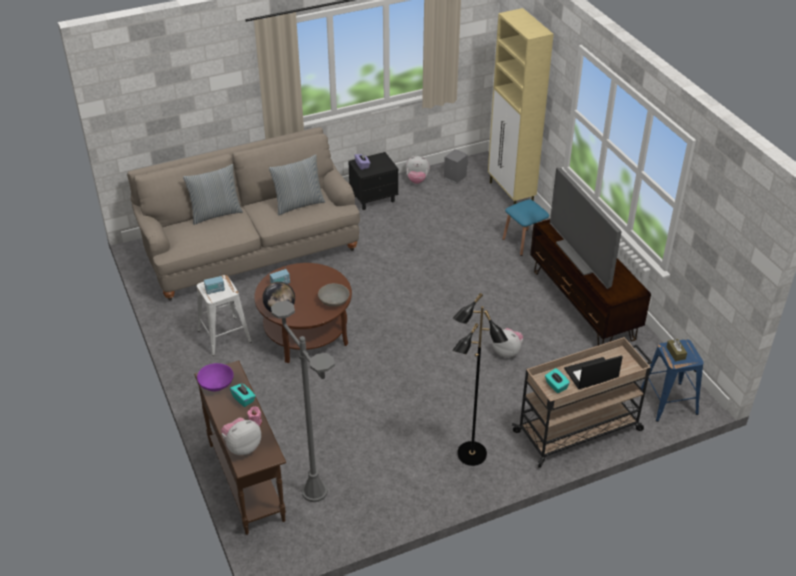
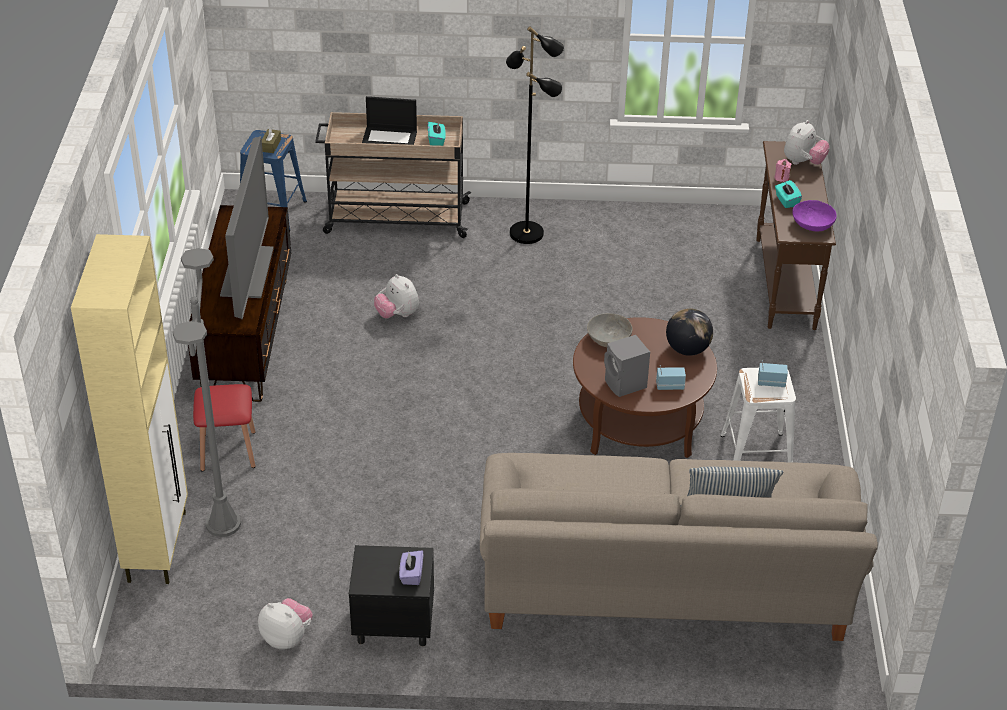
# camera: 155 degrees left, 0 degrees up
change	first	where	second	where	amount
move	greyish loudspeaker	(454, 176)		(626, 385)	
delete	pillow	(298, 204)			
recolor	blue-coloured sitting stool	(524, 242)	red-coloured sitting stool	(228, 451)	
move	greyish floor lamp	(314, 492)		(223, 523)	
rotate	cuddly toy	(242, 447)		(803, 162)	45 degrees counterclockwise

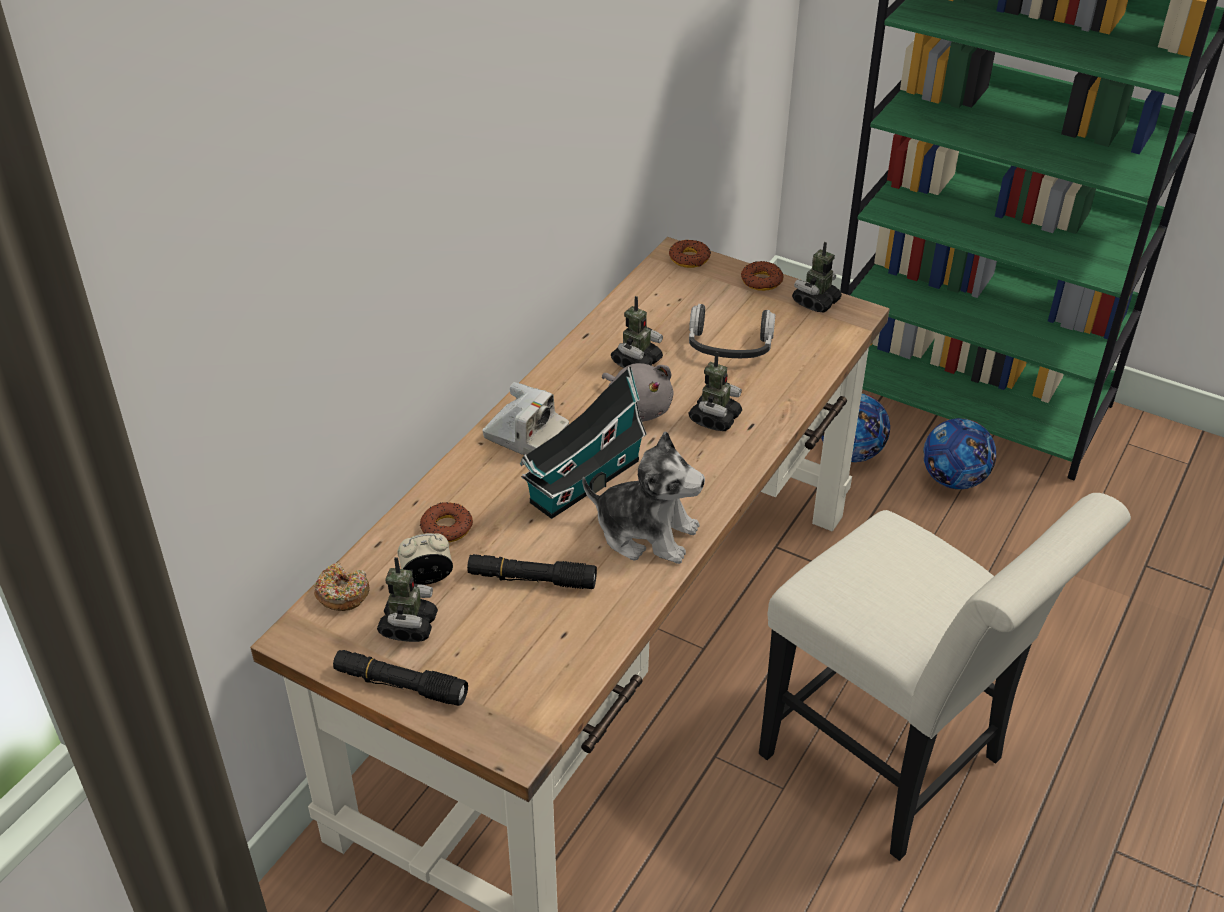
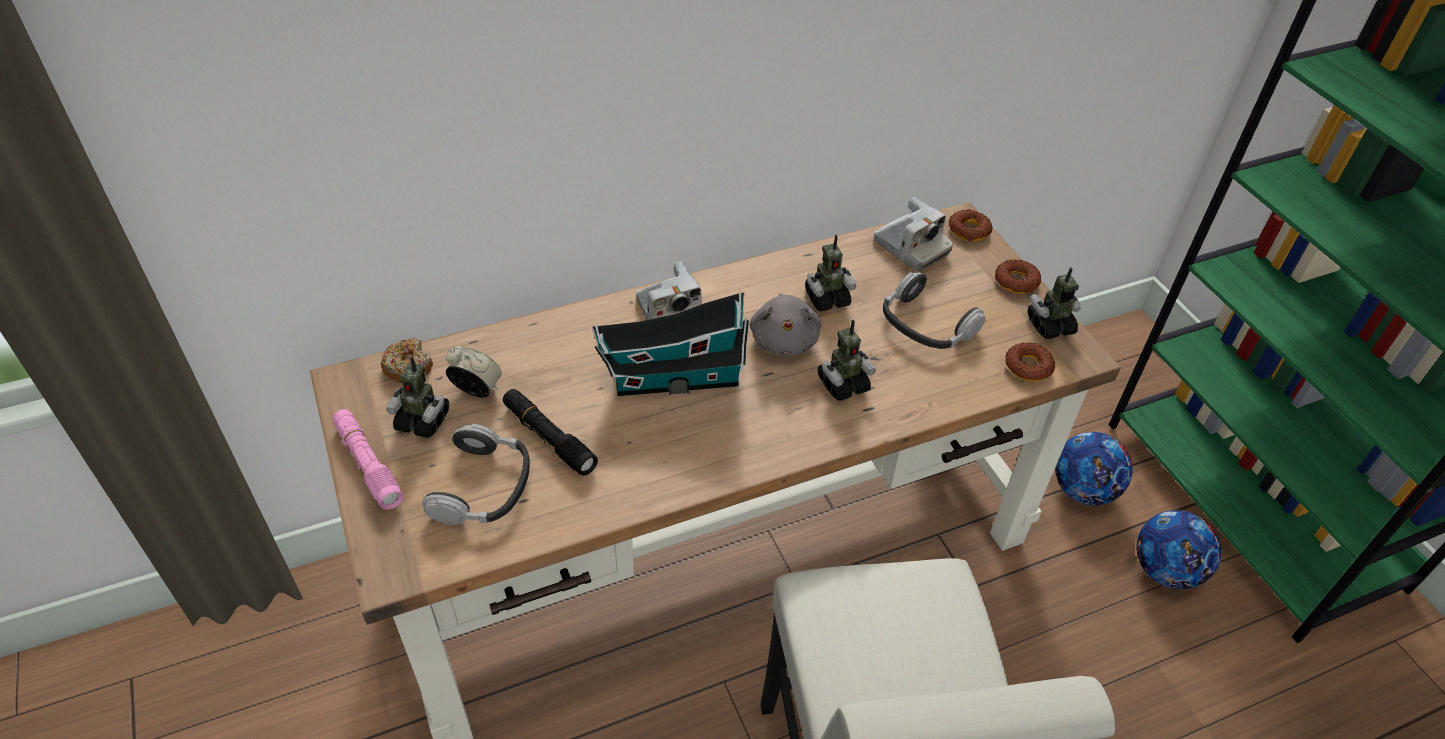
# camera: 35 degrees right, 5 degrees up
change	first	where	second	where	amount
delete	cuddly toy	(646, 533)			
move	donut	(447, 527)		(1028, 366)	
rotate	robot figure	(408, 626)		(423, 421)	60 degrees clockwise
recolor	blackish hand torch	(400, 685)	pink-coloured hand torch	(368, 464)	
insert			still camera	(910, 248)	
insert			pair of headphones	(483, 487)	

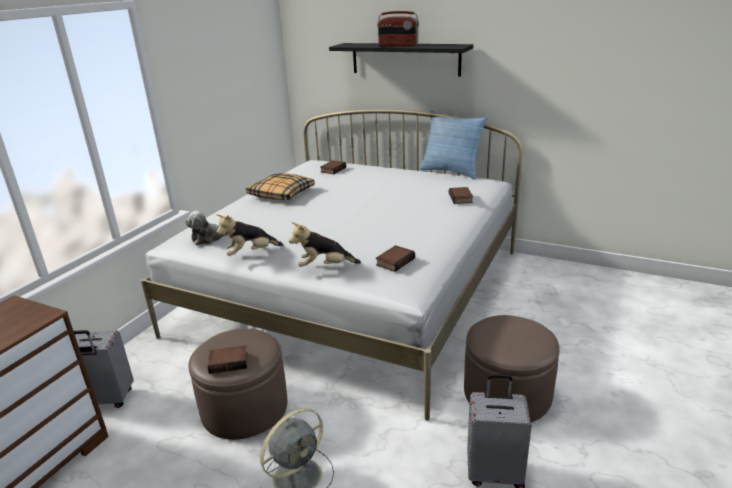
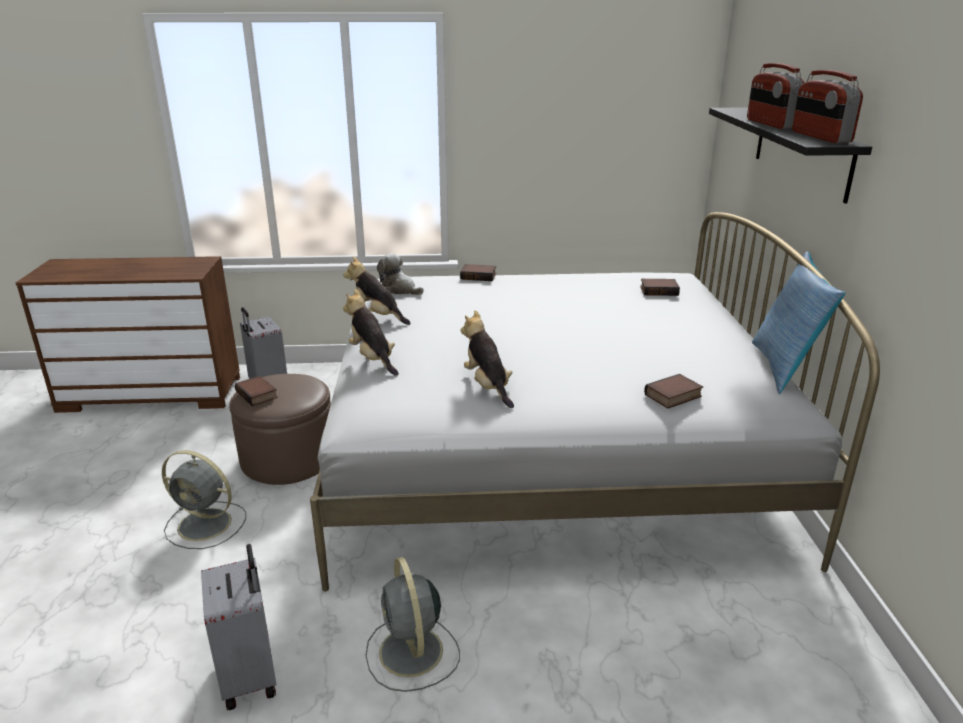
# camera: 60 degrees right, 0 degrees up
change	first	where	second	where	amount
delete	pillow	(281, 194)			
move	book	(394, 261)		(479, 276)	
replace	brown-coloured pouffe	(507, 394)	greyish fan	(412, 653)	
insert			radio set	(820, 137)	
insert			cuddly toy	(488, 386)	

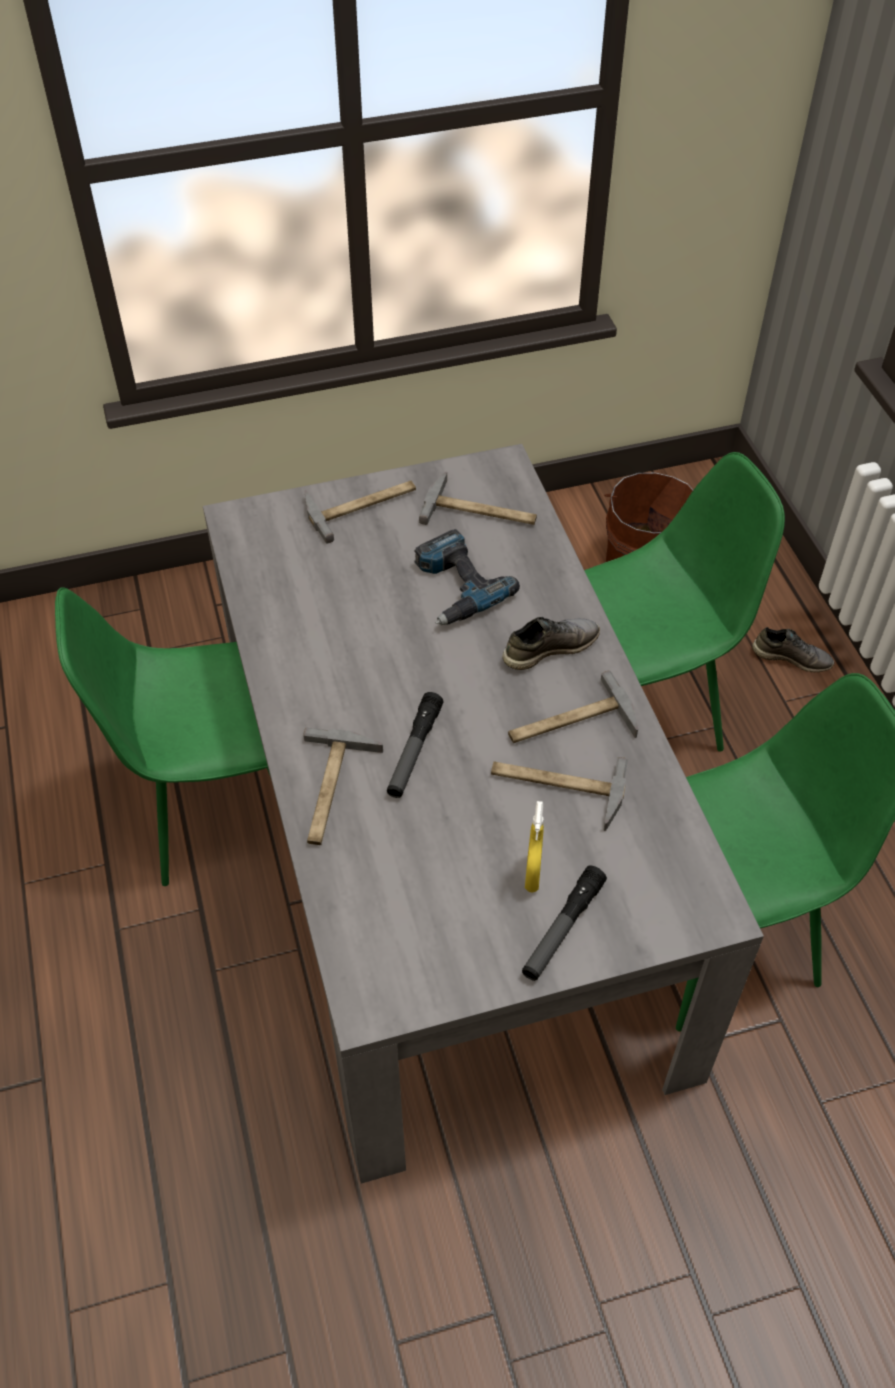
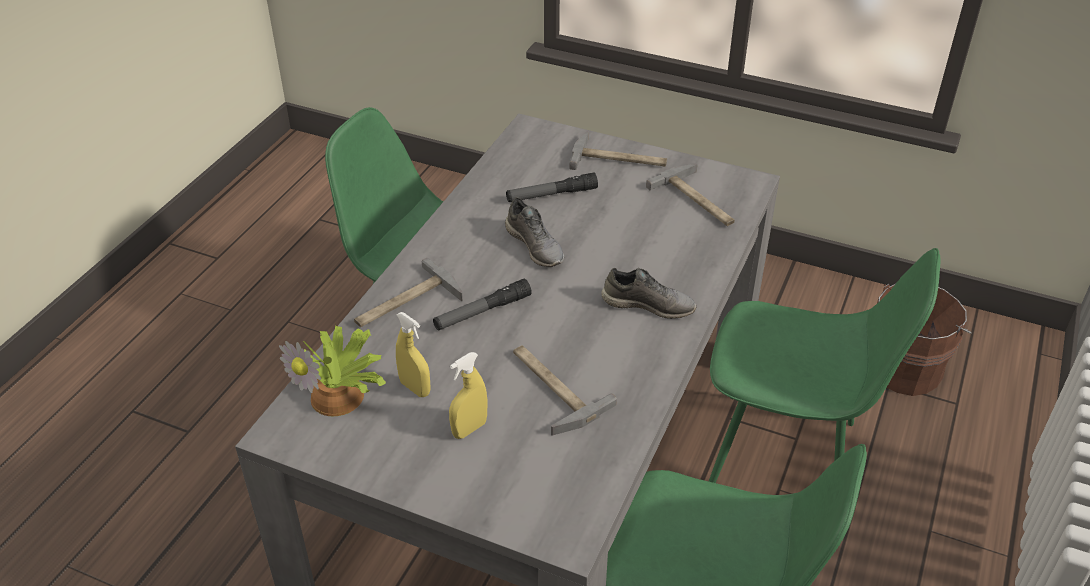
# camera: 40 degrees right, 10 degrees down
change	first	where	second	where	amount
delete	power drill	(455, 587)			
move	greyish low shoe	(791, 657)		(536, 246)	
delete	tool hammer	(570, 724)			
move	hand torch	(562, 928)		(551, 195)	
insert			yellow sprayer	(415, 388)	
insert			potted plant	(341, 395)	

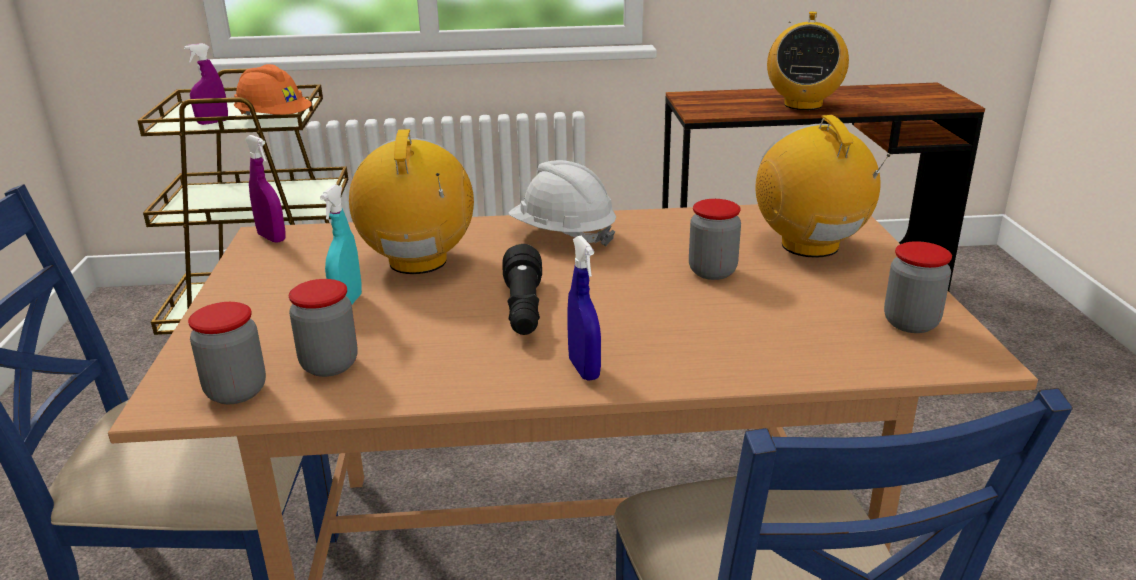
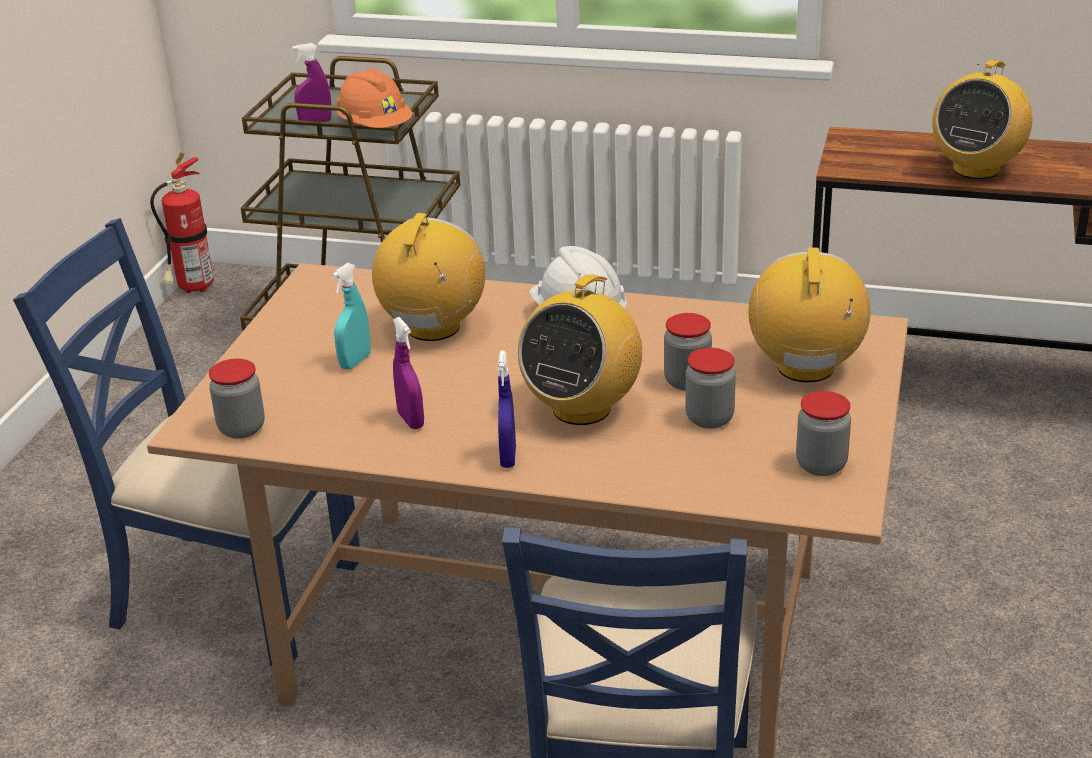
# camera: 20 degrees right, 5 degrees up
change	first	where	second	where	amount
move	purple-coloured sprayer	(272, 238)		(411, 420)	
delete	blackish hand torch	(523, 309)			
move	jar	(329, 365)		(709, 418)	
insert			fire extinguisher	(192, 290)	
insert			radio set	(582, 408)	

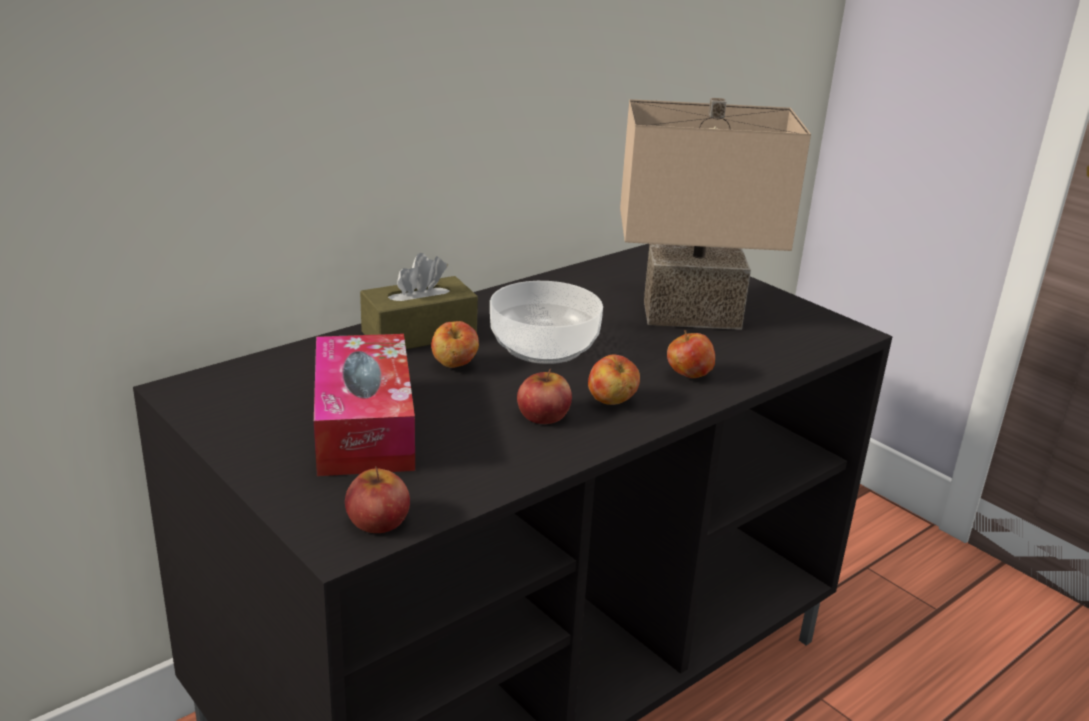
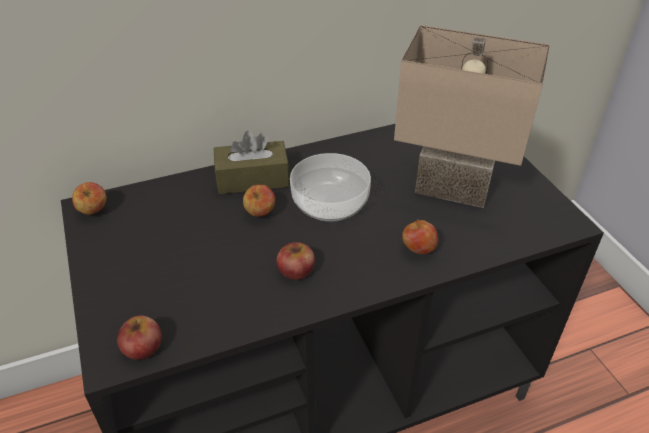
# camera: 20 degrees right, 15 degrees up
change	first	where	second	where	amount
delete	tissue holder	(364, 426)			
move	apple fruit	(611, 402)		(93, 211)	

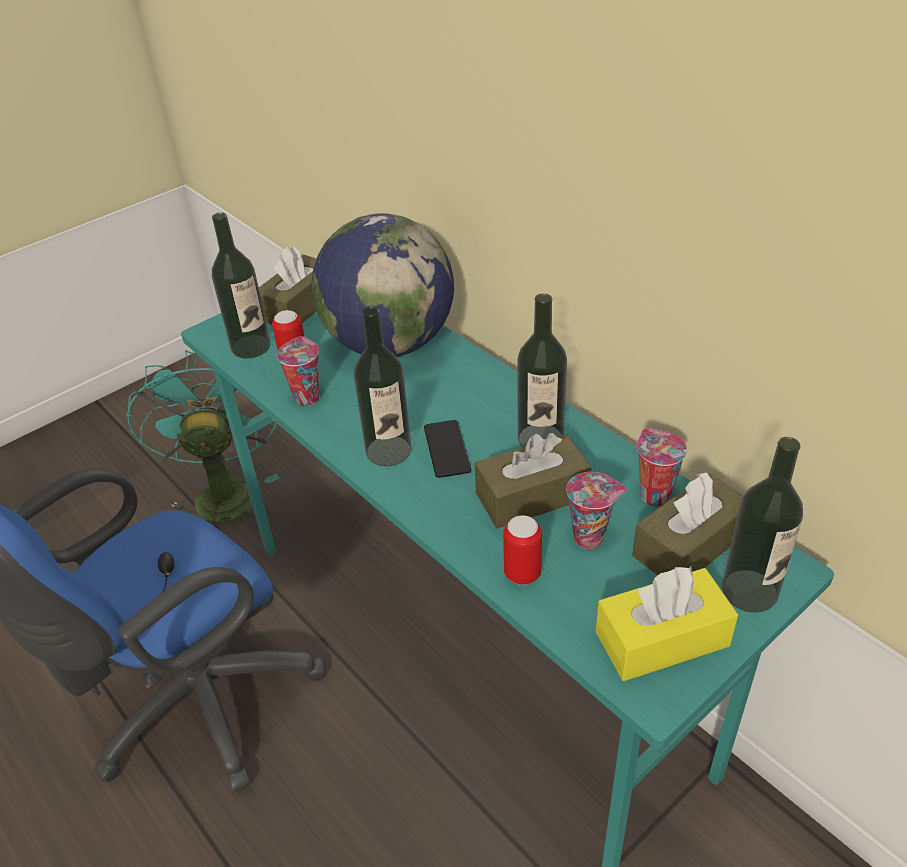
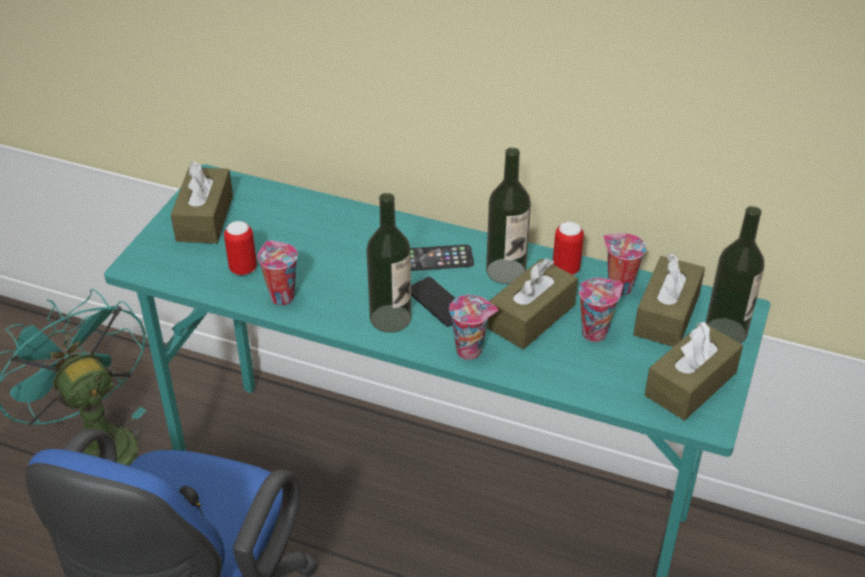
# camera: 30 degrees left, 0 degrees up
change	first	where	second	where	amount
delete	bottle	(251, 346)			
delete	globe	(389, 344)			
move	metal can	(522, 573)		(565, 269)	
recolor	yellow tissue holder	(662, 639)	brown-coloured tissue holder	(690, 384)	
insert			handset	(439, 258)	
insert			cup	(470, 350)	

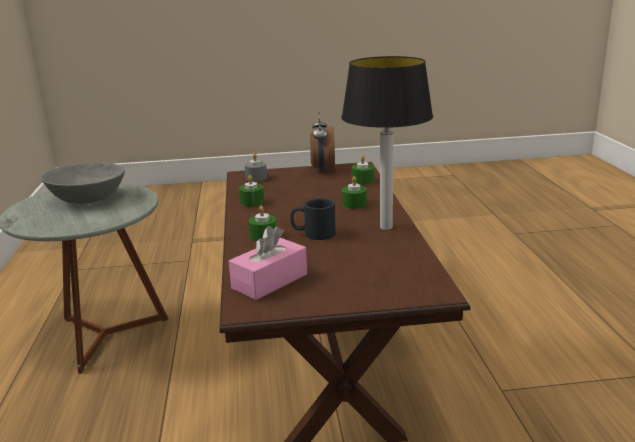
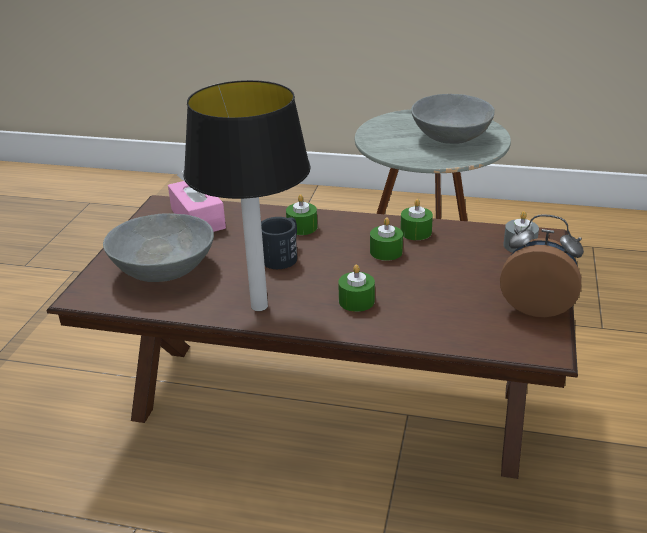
# camera: 110 degrees right, 10 degrees up
change	first	where	second	where	amount
move	green candle	(363, 181)		(386, 252)	
insert			greyish bowl	(163, 271)	

